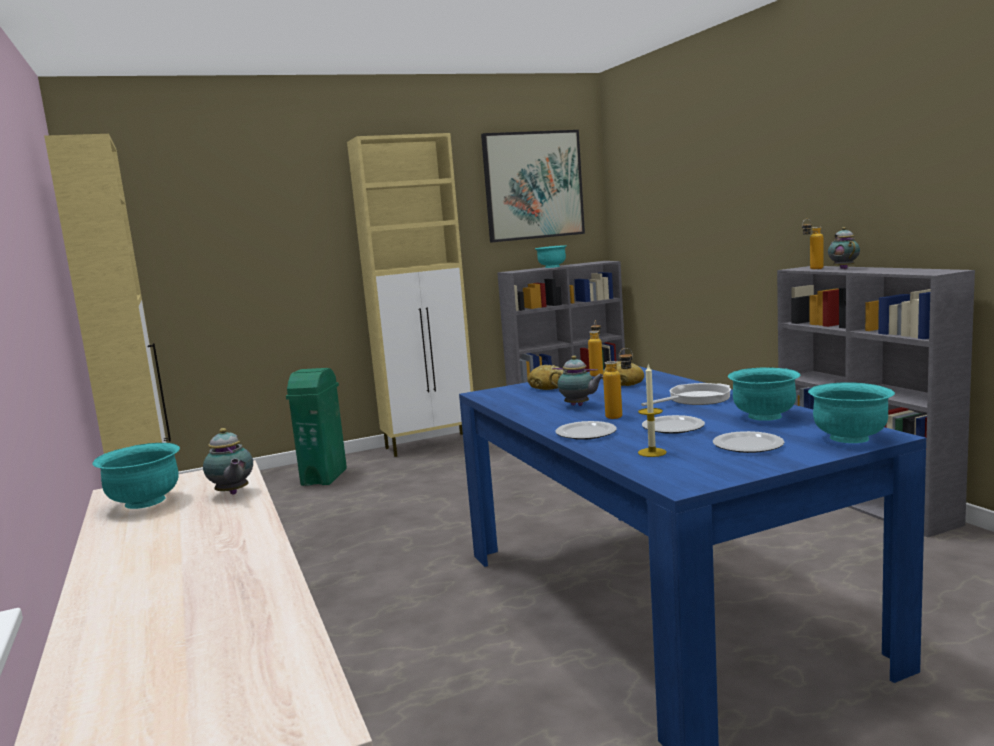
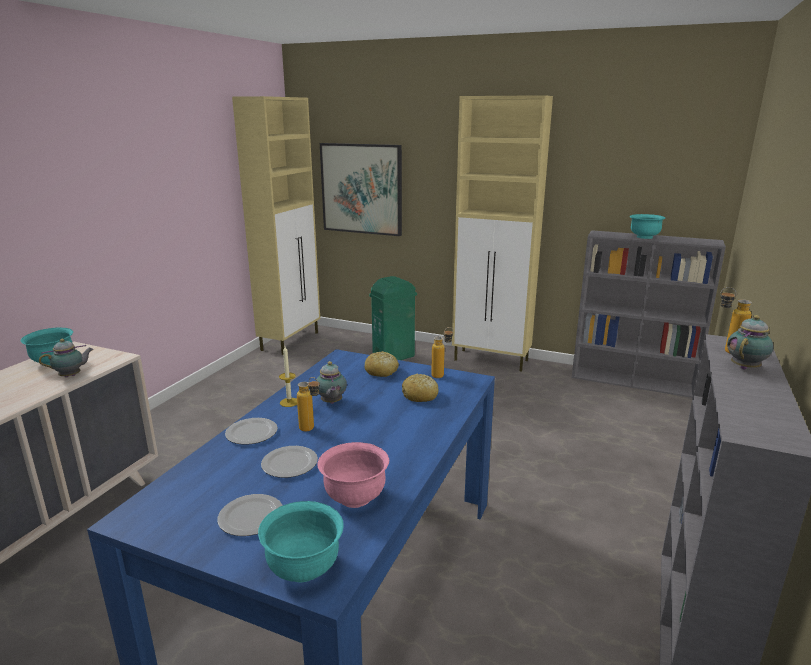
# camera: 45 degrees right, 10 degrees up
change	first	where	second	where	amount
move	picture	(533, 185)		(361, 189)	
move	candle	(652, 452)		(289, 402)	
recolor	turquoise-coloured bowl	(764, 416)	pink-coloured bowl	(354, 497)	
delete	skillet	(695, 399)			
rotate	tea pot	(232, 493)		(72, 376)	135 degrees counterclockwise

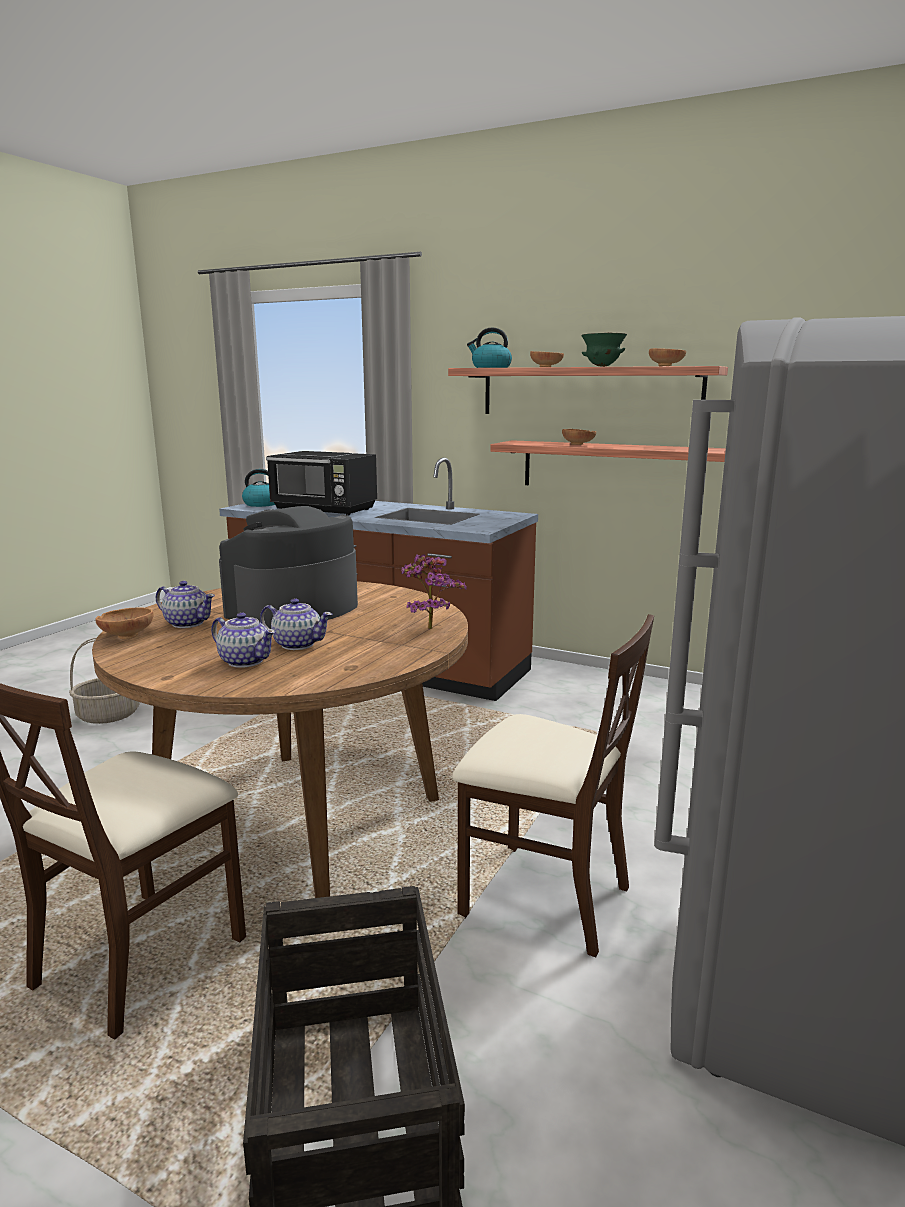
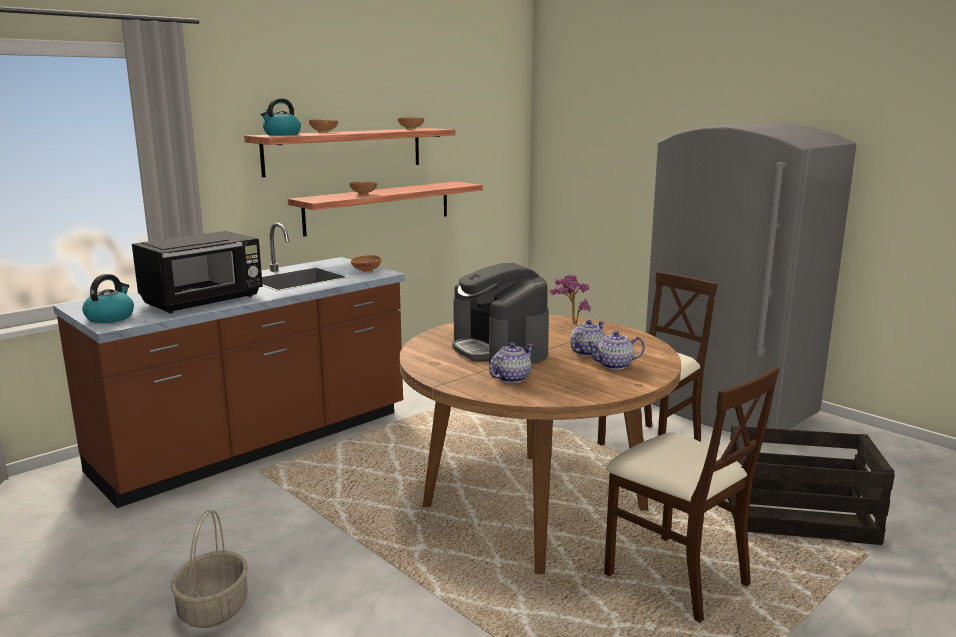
# camera: 70 degrees left, 0 degrees up
change	first	where	second	where	amount
delete	green bowl	(602, 366)			
move	brown-coloured bowl	(127, 635)		(366, 271)	
rotate	tea pot	(245, 661)		(614, 365)	150 degrees counterclockwise

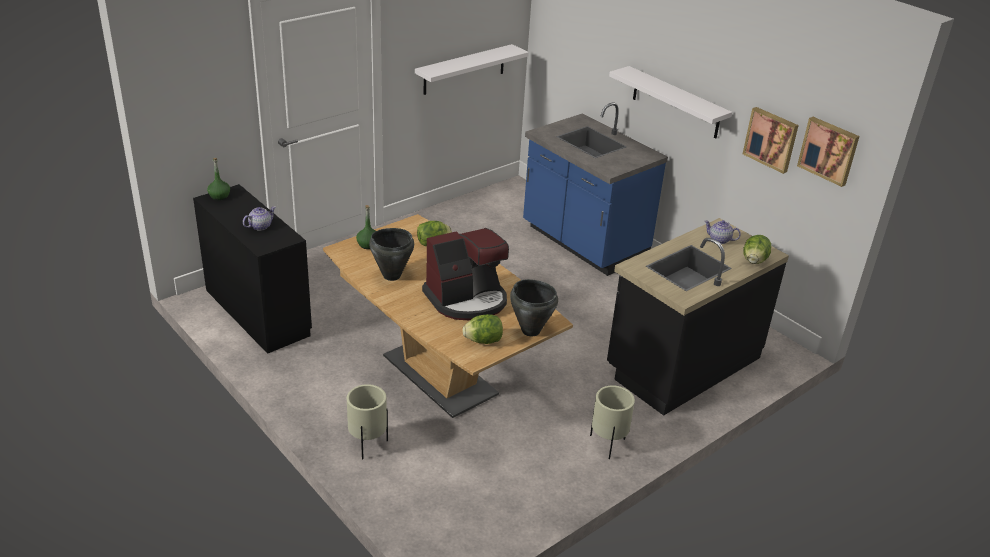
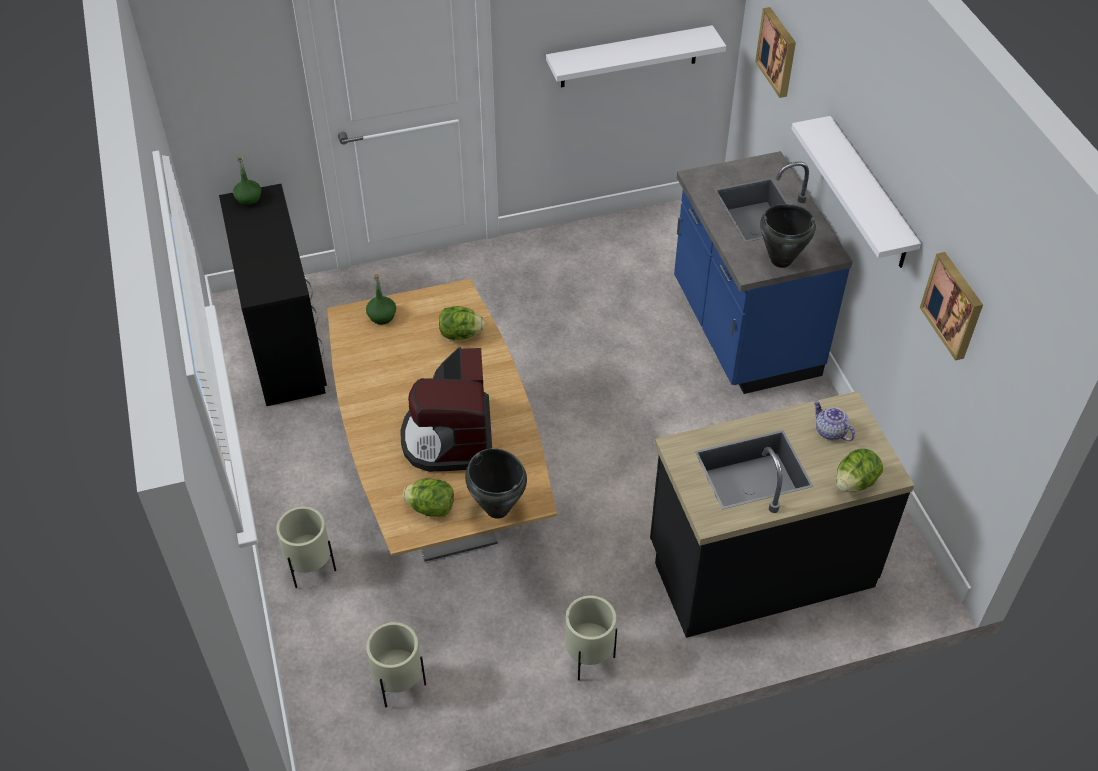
# camera: 25 degrees right, 15 degrees up
change	first	where	second	where	amount
move	picture	(829, 150)		(778, 51)	
delete	tea pot	(260, 226)			
move	blackish saucepot	(391, 276)		(780, 260)	
rotate	coffee maker	(467, 299)		(449, 437)	90 degrees clockwise
insert			beige flower pot	(399, 686)	

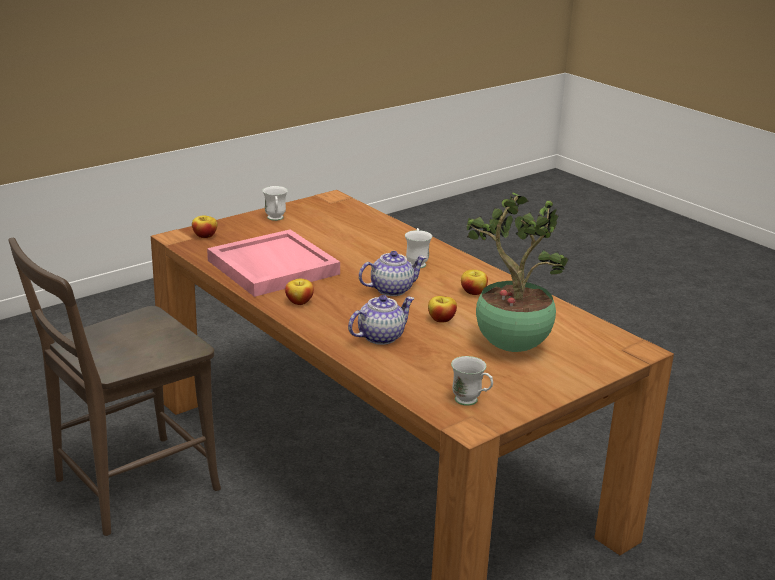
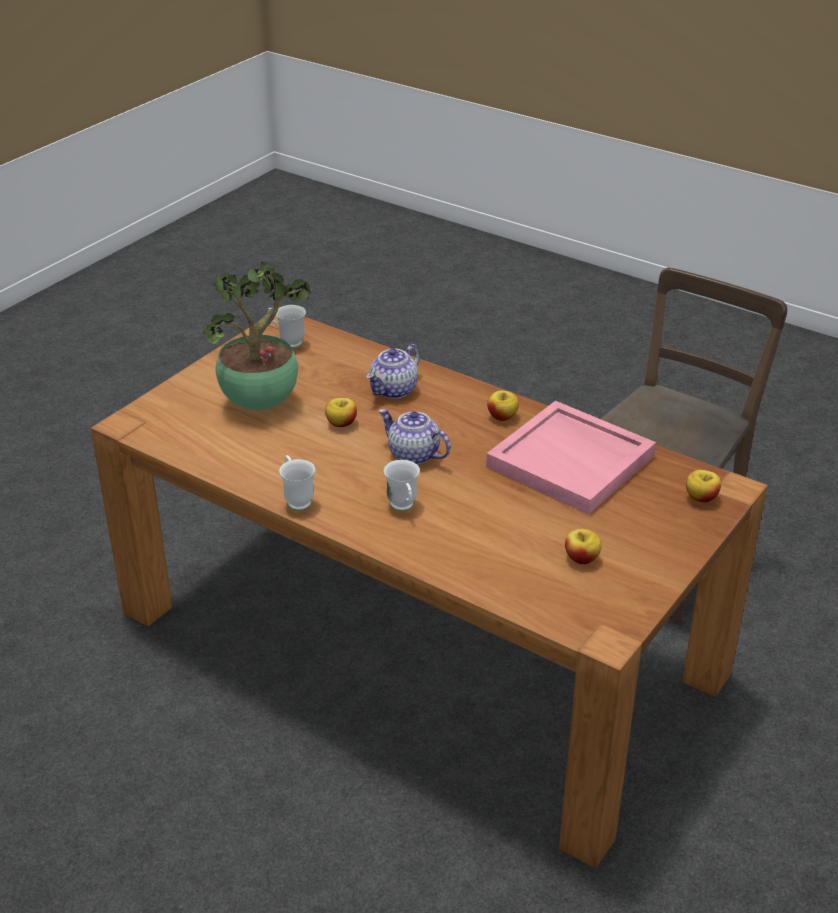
# camera: 165 degrees right, 10 degrees up
change	first	where	second	where	amount
move	white-coloured mug	(275, 219)		(297, 500)	
rotate	tea pot	(392, 289)		(413, 455)	75 degrees clockwise
move	apple fruit	(473, 292)		(581, 558)	

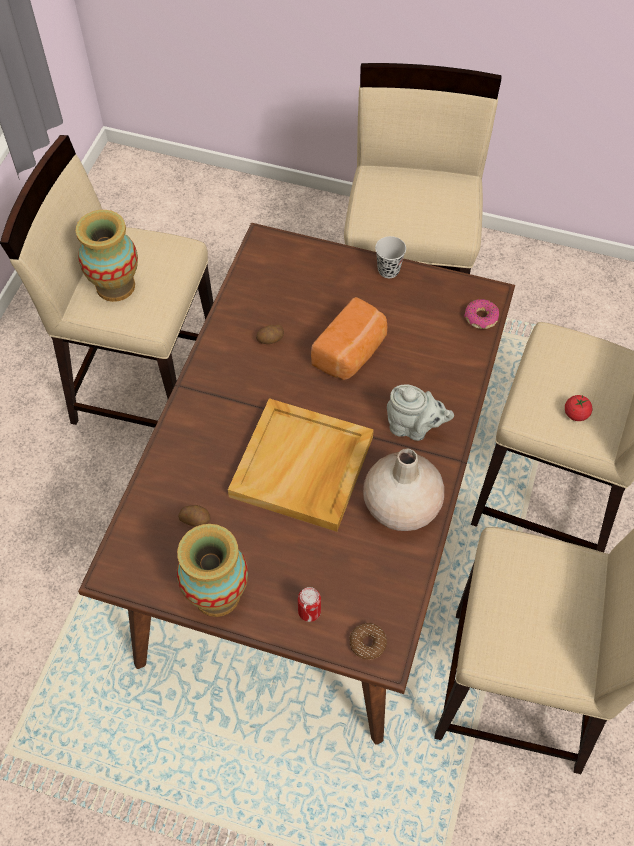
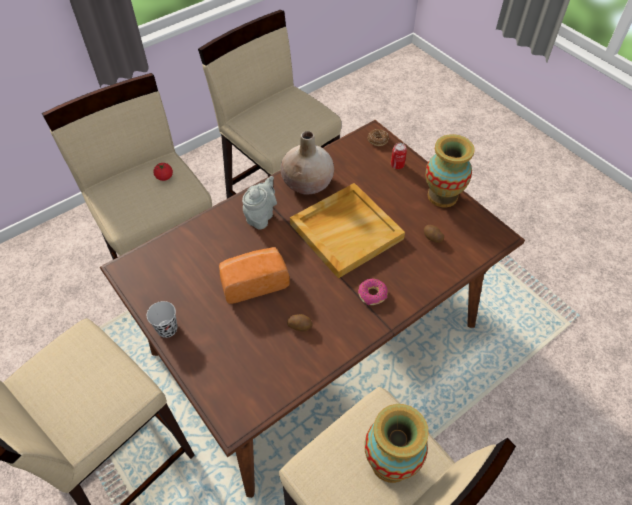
# camera: 145 degrees left, 5 degrees down
change	first	where	second	where	amount
move	donut	(480, 318)		(372, 295)	
rotate	greyish tea pot	(413, 428)		(261, 216)	60 degrees clockwise

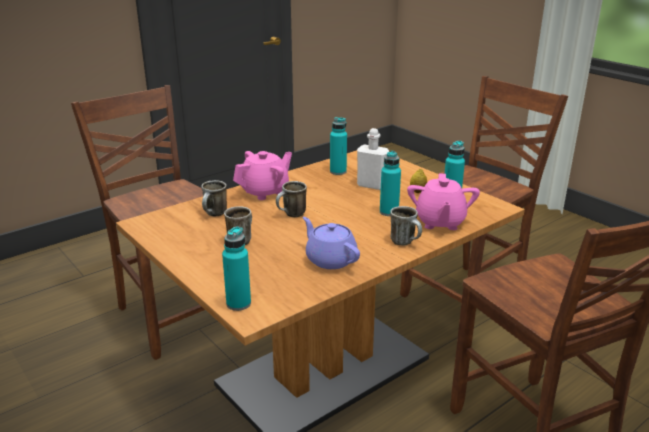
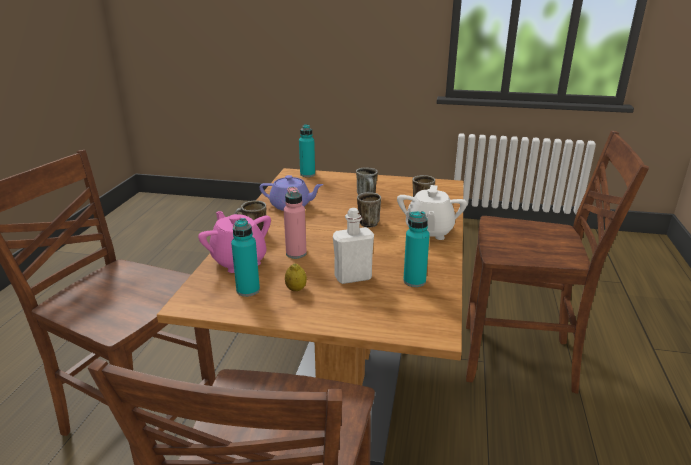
# camera: 140 degrees right, 0 degrees up
change	first	where	second	where	amount
recolor	pink-coloured tea pot	(265, 192)	white-coloured tea pot	(429, 232)	
recolor	turquoise-coloured bottle	(389, 212)	pink-coloured bottle	(296, 253)	

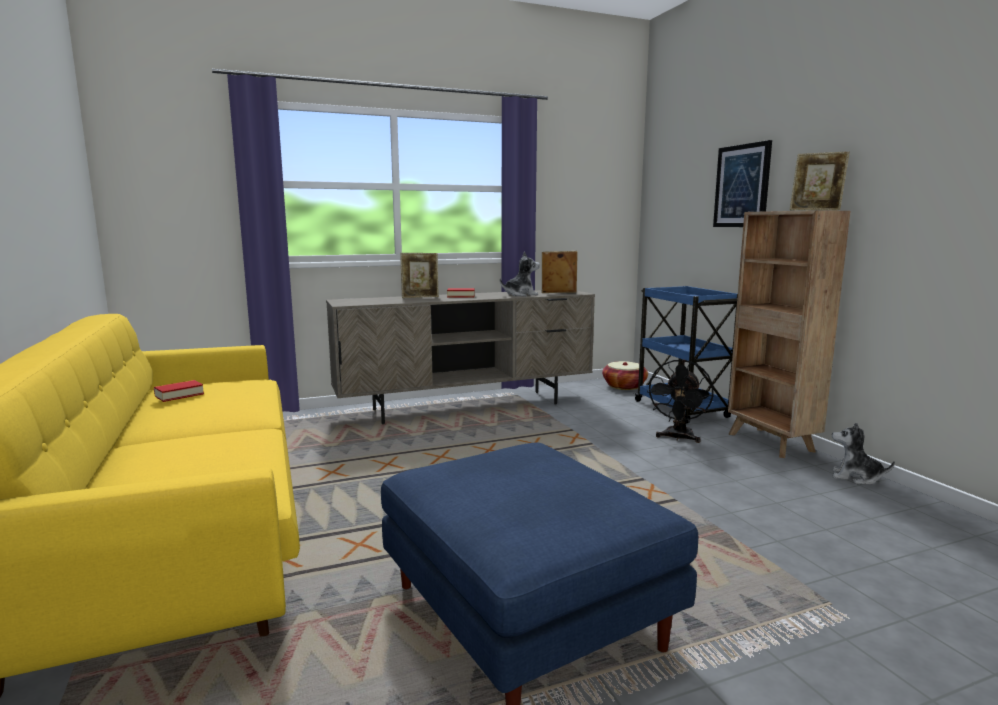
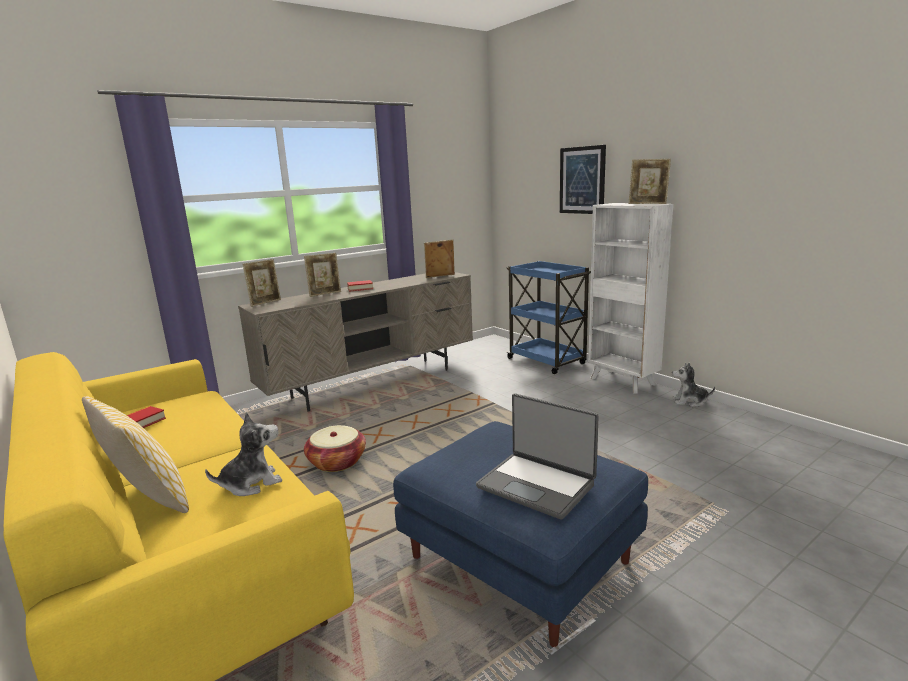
# camera: 15 degrees left, 5 degrees up
change	first	where	second	where	amount
recolor	brown-coloured bookshelf	(771, 443)	white-coloured bookshelf	(623, 382)	
move	cuddly toy	(520, 295)		(251, 483)	
delete	blackish fan	(678, 438)			
move	basket	(624, 386)		(337, 462)	
insert			photo frame	(265, 303)	
insert			laptop	(537, 485)	
insert			pillow	(149, 501)	

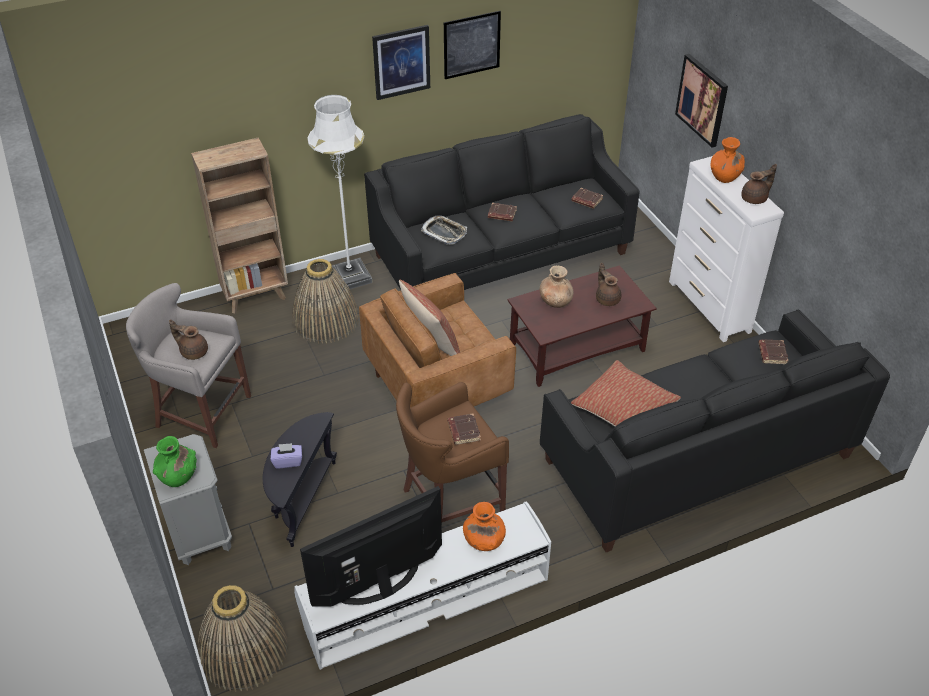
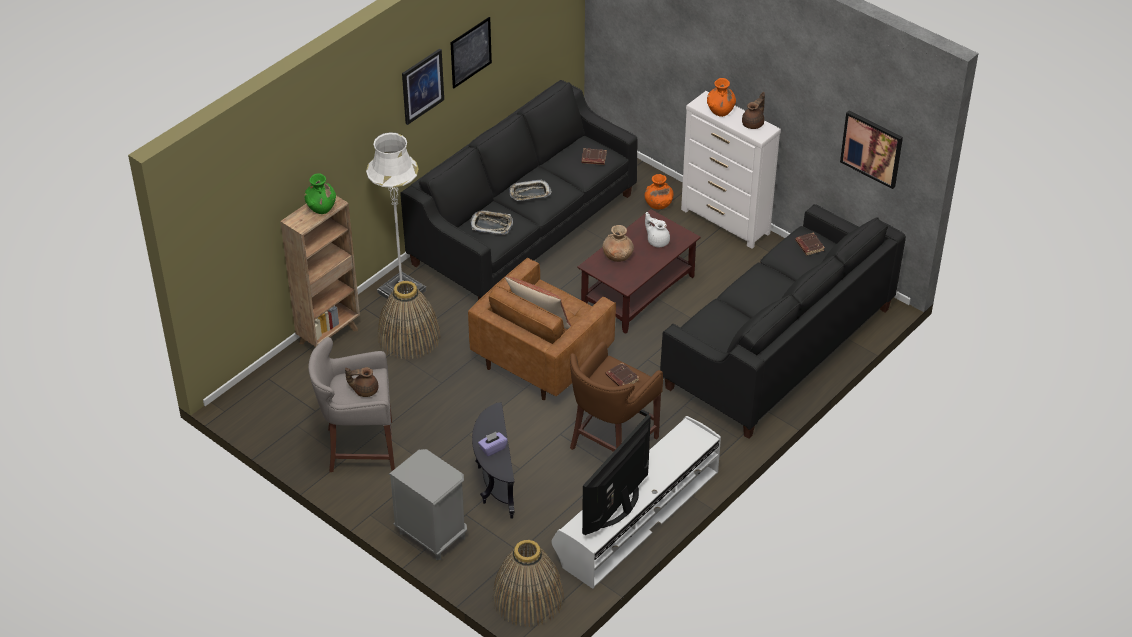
# camera: 25 degrees left, 0 degrees up
change	first	where	second	where	amount
move	picture	(702, 100)		(872, 148)	
replace	brown-coloured book	(501, 214)	tray	(529, 193)	
recolor	brown-coloured tea pot	(607, 298)	white-coloured tea pot	(657, 241)	
delete	pillow	(624, 409)			
move	green decorative vase	(178, 476)		(321, 208)	
move	orangey decorative vase	(483, 541)		(658, 204)	

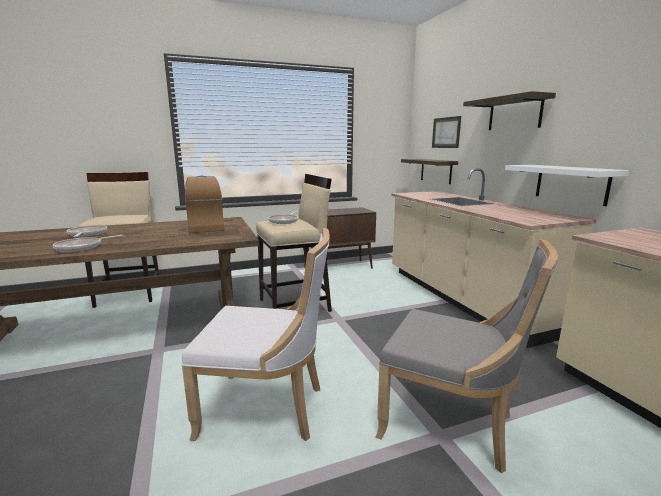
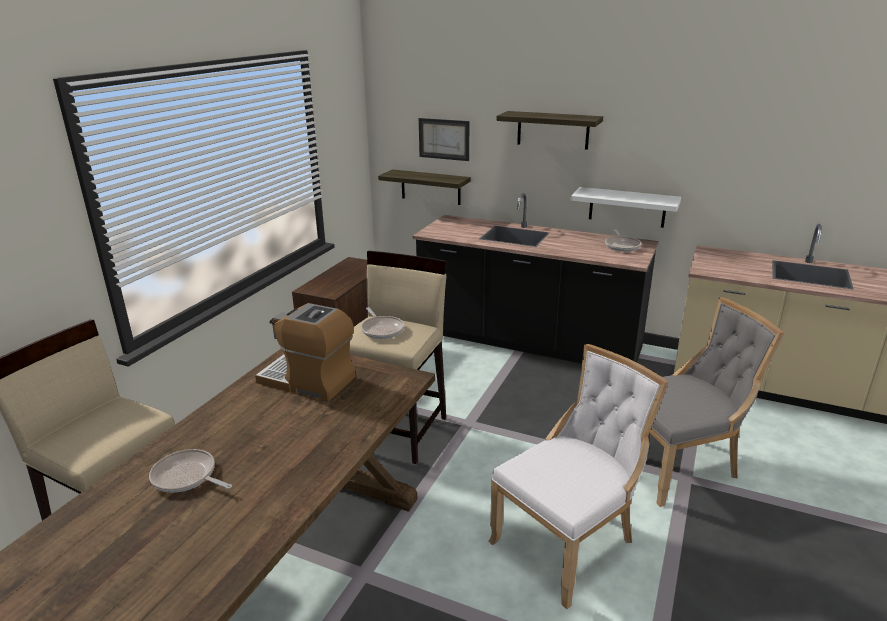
# camera: 45 degrees left, 10 degrees up
change	first	where	second	where	amount
recolor	beige kitchen counter	(462, 299)	blackish kitchen counter	(528, 342)	
move	skillet	(81, 247)		(622, 246)	

